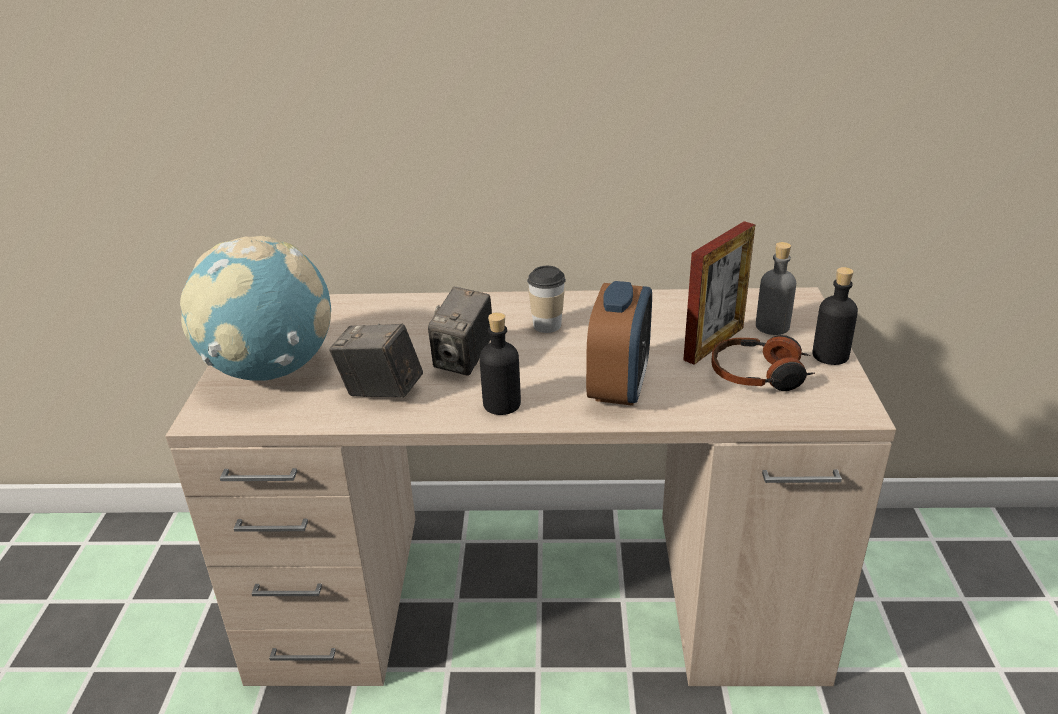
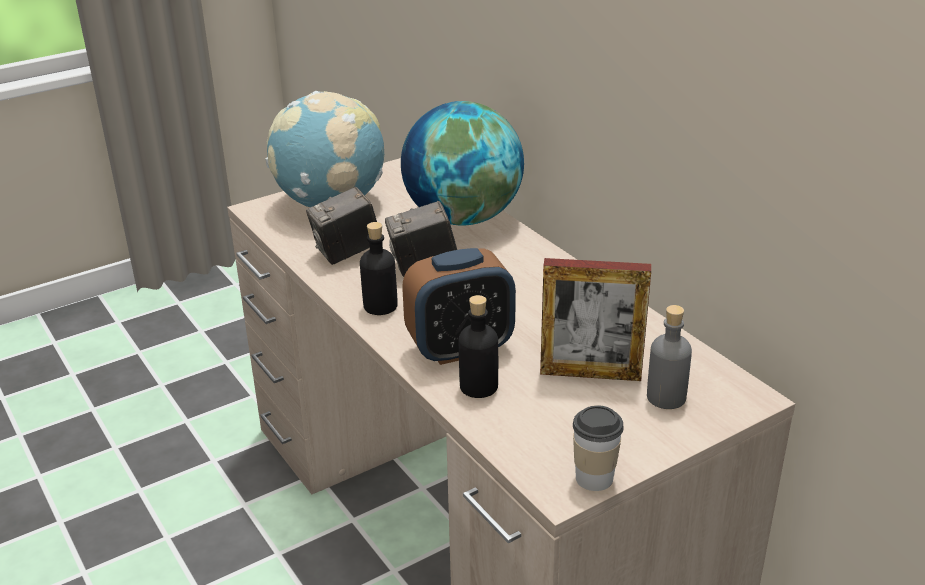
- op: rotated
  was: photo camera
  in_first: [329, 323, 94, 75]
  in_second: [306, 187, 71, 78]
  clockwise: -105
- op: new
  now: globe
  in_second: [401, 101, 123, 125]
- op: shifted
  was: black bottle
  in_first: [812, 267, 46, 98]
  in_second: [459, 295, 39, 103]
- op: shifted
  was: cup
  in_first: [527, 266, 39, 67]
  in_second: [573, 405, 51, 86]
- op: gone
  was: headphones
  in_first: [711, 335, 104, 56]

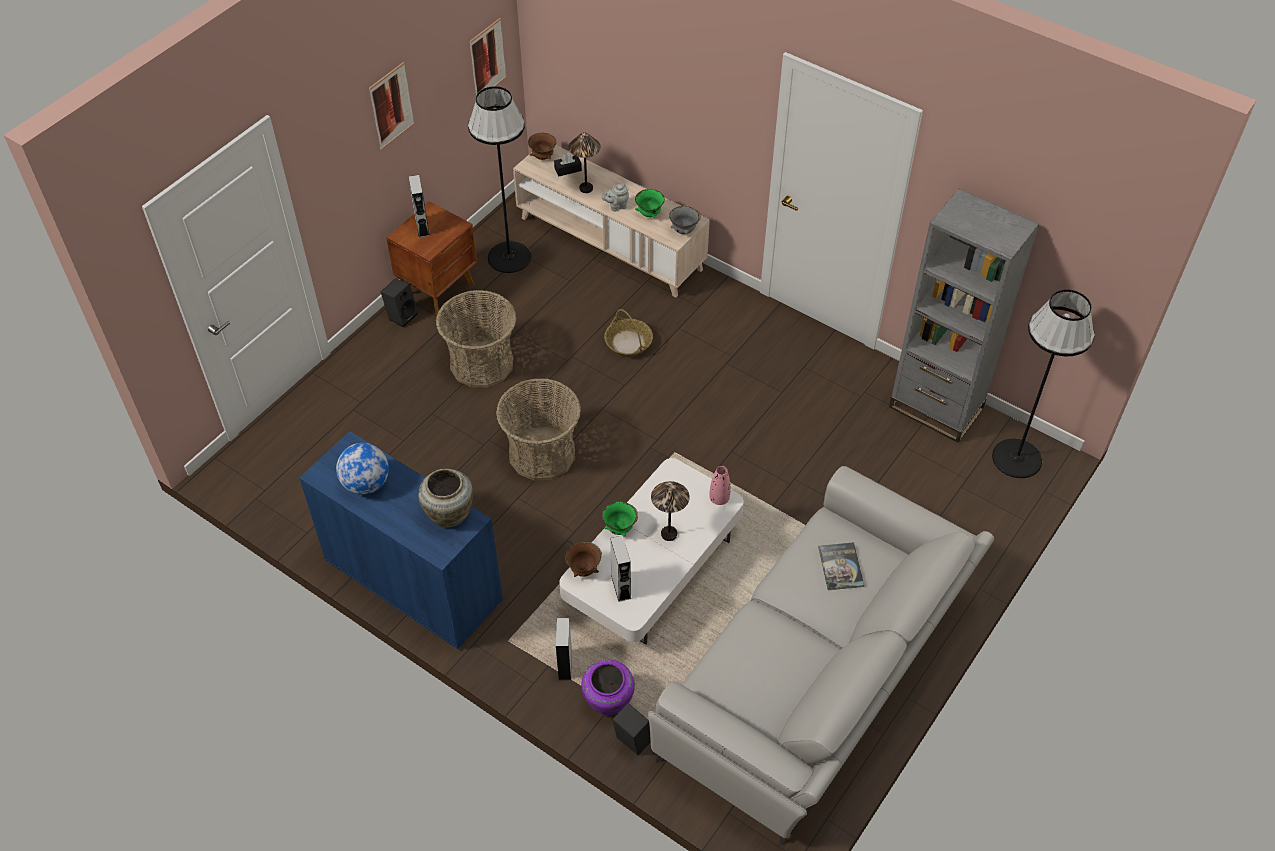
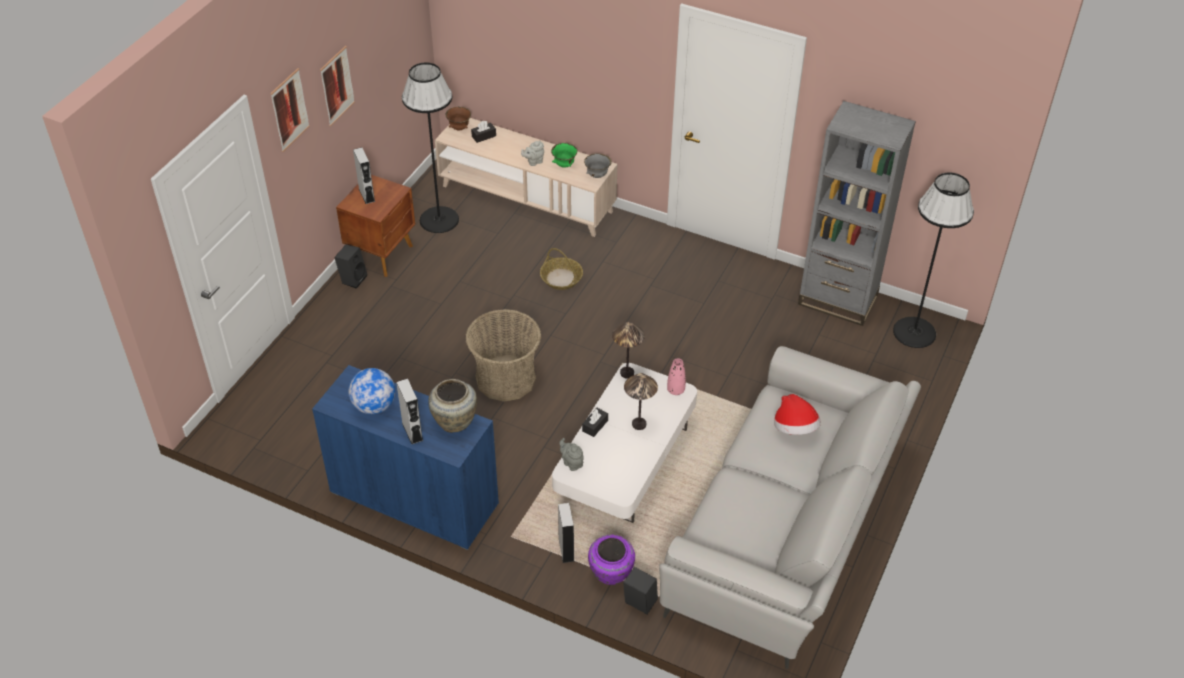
- op: shifted
  was: picture
  in_first: [469, 18, 37, 78]
  in_second: [270, 68, 40, 84]
- op: shifted
  was: grey speaker
  in_first: [610, 536, 21, 66]
  in_second: [396, 378, 27, 66]
- op: swapped
  was: brown bowl
  now: grey teapot
  in_first: [565, 542, 37, 35]
  in_second: [559, 438, 25, 33]
- op: swapped
  was: green bowl
  now: black tissue box
  in_first: [602, 501, 36, 35]
  in_second: [582, 408, 26, 29]
- op: shifted
  was: table lamp
  in_first: [569, 132, 32, 61]
  in_second: [612, 322, 33, 57]
- op: swapped
  was: book
  now: hat
  in_first: [818, 542, 46, 48]
  in_second: [774, 394, 47, 41]
- op: gone
  was: basket
  in_first: [436, 290, 80, 97]

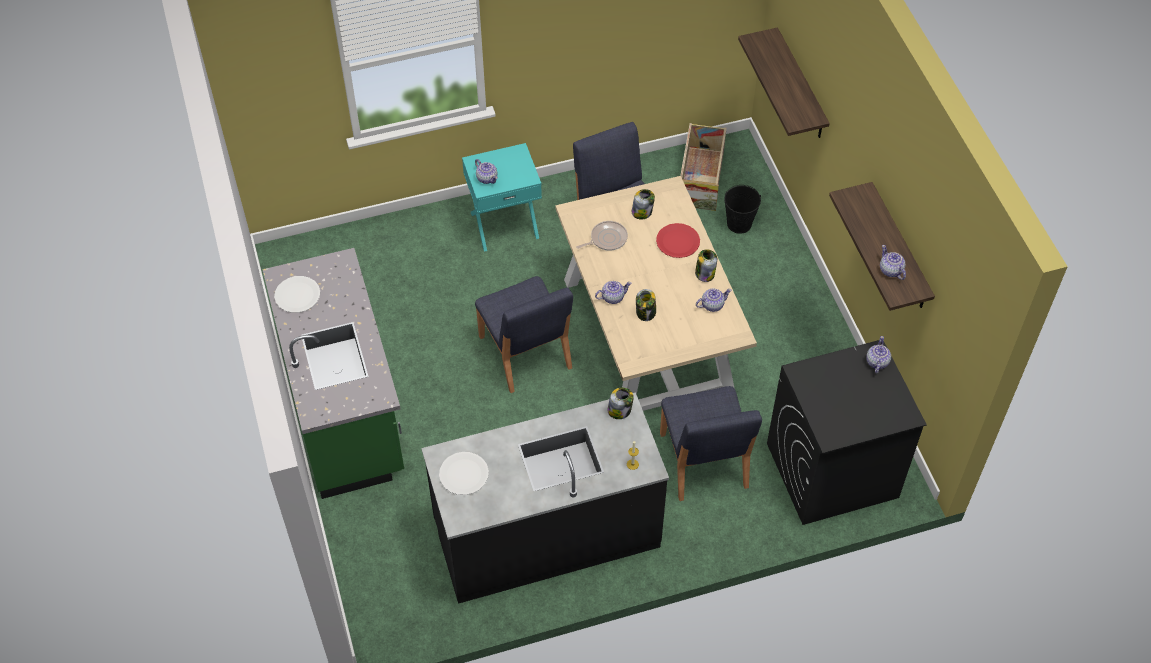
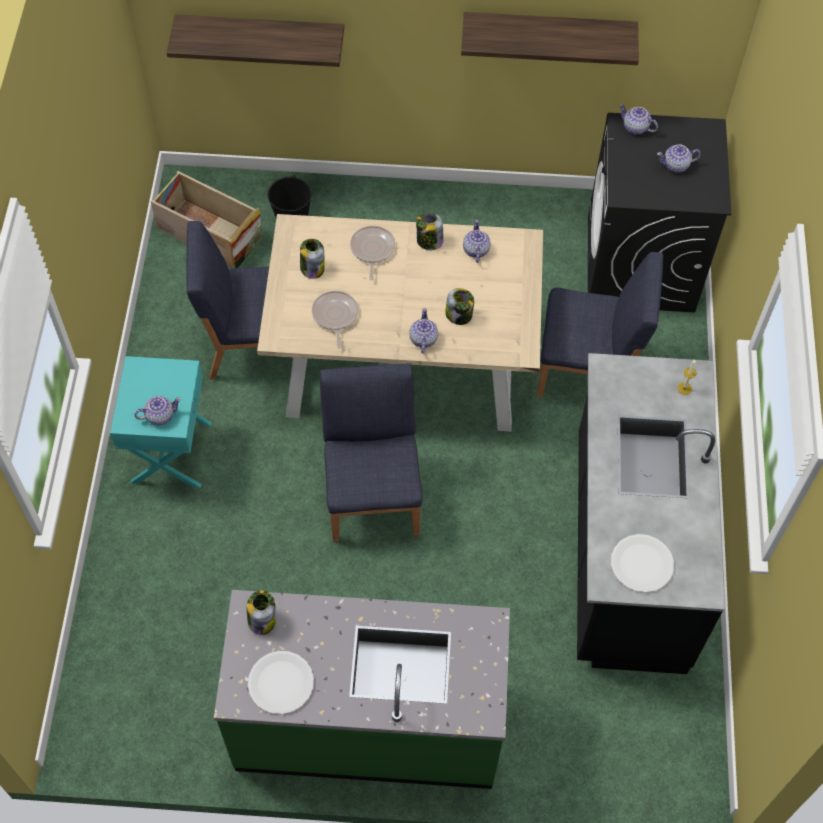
- op: shifted
  was: jar
  in_first: [608, 388, 26, 31]
  in_second: [247, 591, 29, 44]
- op: rotated
  was: blue chair
  in_first: [475, 276, 98, 117]
  in_second: [320, 363, 103, 179]
  clockwise: -90
- op: swapped
  was: red plate
  now: frying pan
  in_first: [656, 223, 44, 35]
  in_second: [350, 226, 45, 54]
- op: shifted
  was: teapot
  in_first: [880, 245, 26, 35]
  in_second: [657, 144, 44, 29]

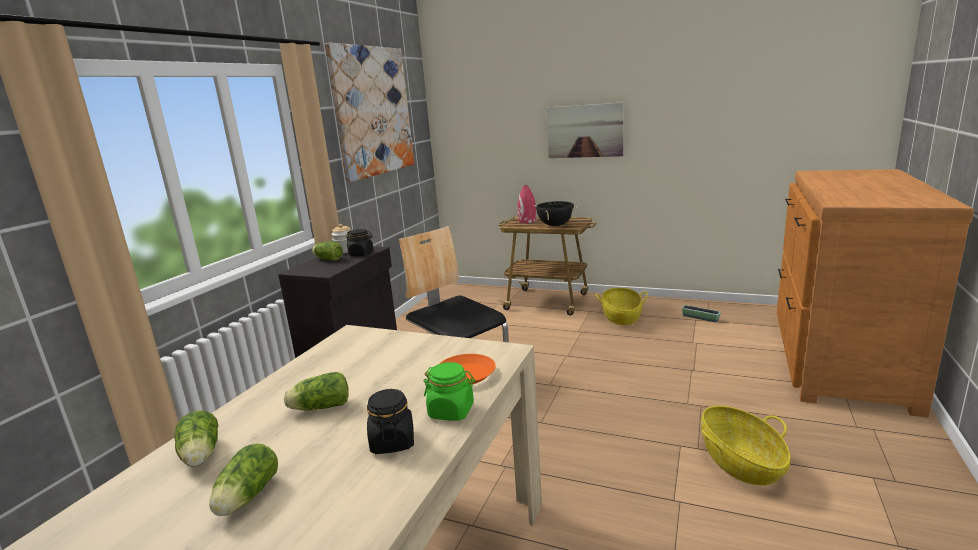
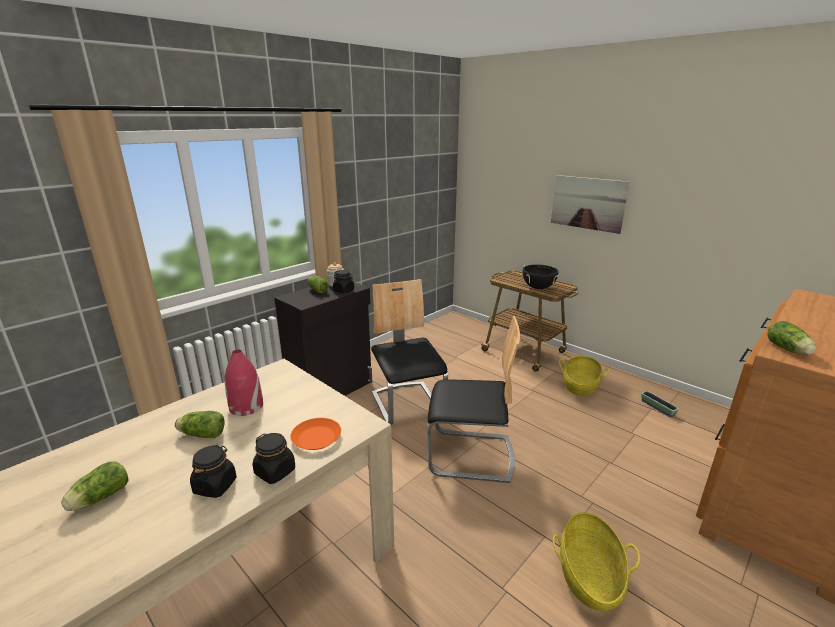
- op: shifted
  was: red vase
  in_first: [518, 185, 19, 38]
  in_second: [225, 350, 38, 66]
- op: repainted
  was: green jar
  now: black jar
  in_first: [423, 362, 52, 59]
  in_second: [253, 433, 42, 51]
- op: new
  now: chair
  in_second: [428, 316, 92, 167]
- op: shifted
  was: lettuce
  in_first: [174, 410, 44, 57]
  in_second: [767, 321, 49, 34]
- op: gone
  was: picture
  in_first: [325, 43, 89, 139]

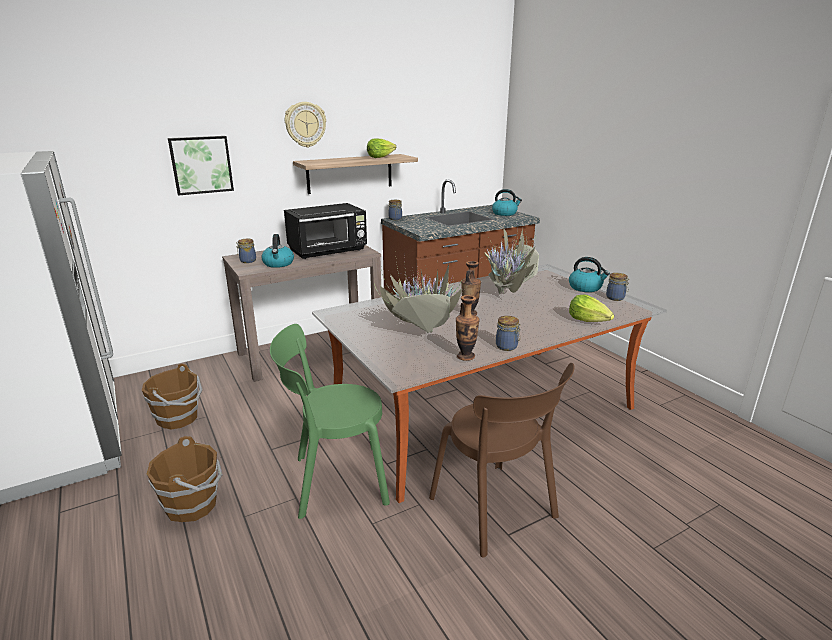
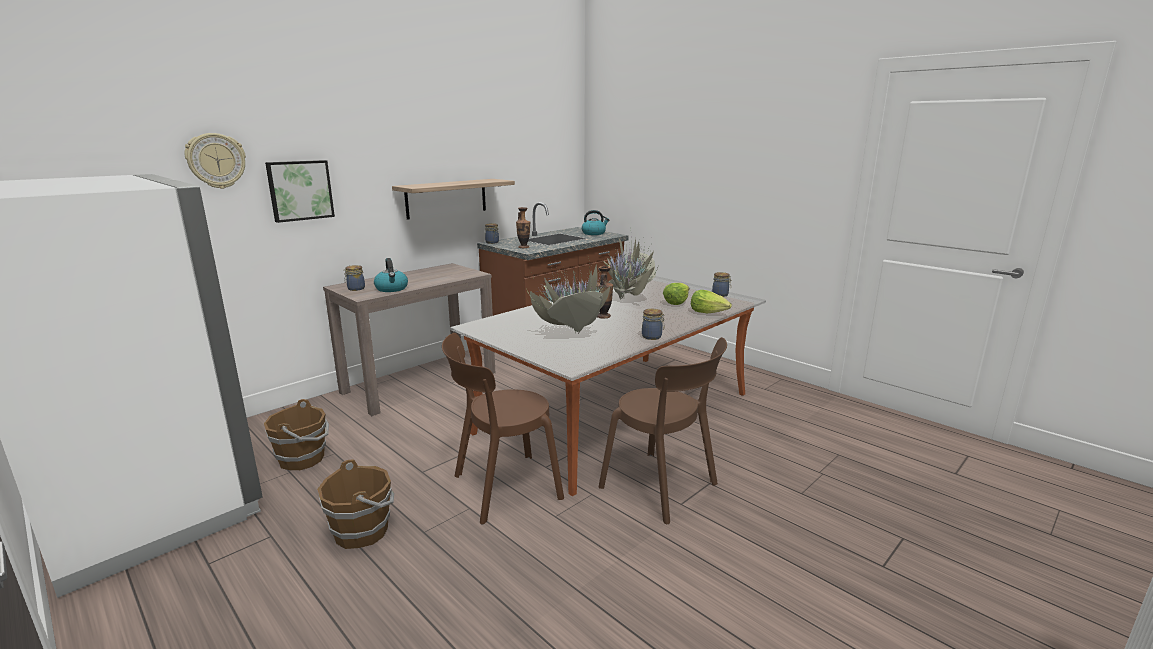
- op: shifted
  was: wall clock
  in_first: [285, 102, 41, 45]
  in_second: [185, 133, 61, 56]
- op: repainted
  was: green chair
  now: brown chair
  in_first: [270, 324, 120, 195]
  in_second: [442, 333, 122, 191]
- op: shifted
  was: vase
  in_first: [456, 295, 24, 66]
  in_second: [516, 207, 14, 41]
- op: shifted
  was: lettuce
  in_first: [367, 138, 29, 20]
  in_second: [663, 283, 26, 22]
- op: gone
  was: black microwave
  in_first: [284, 203, 83, 56]
- op: gone
  was: kettle
  in_first: [569, 257, 41, 35]

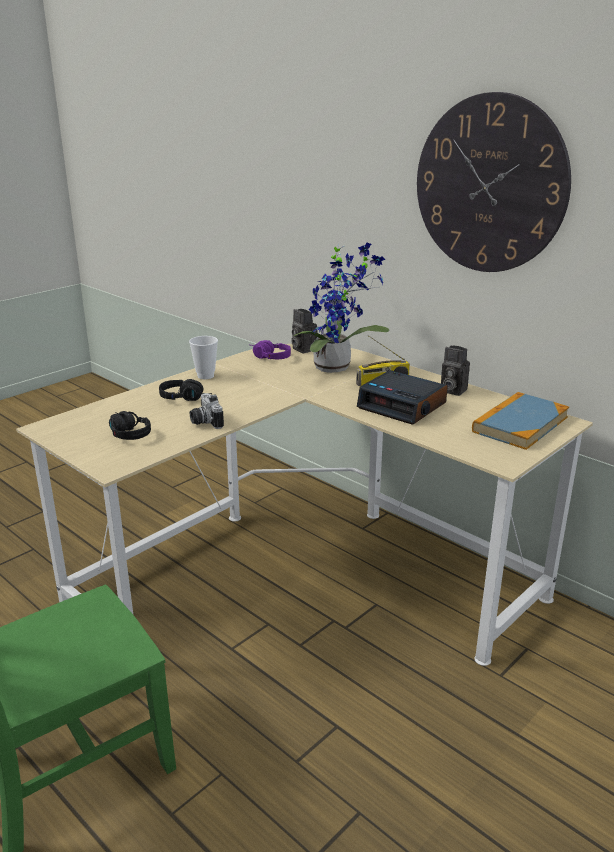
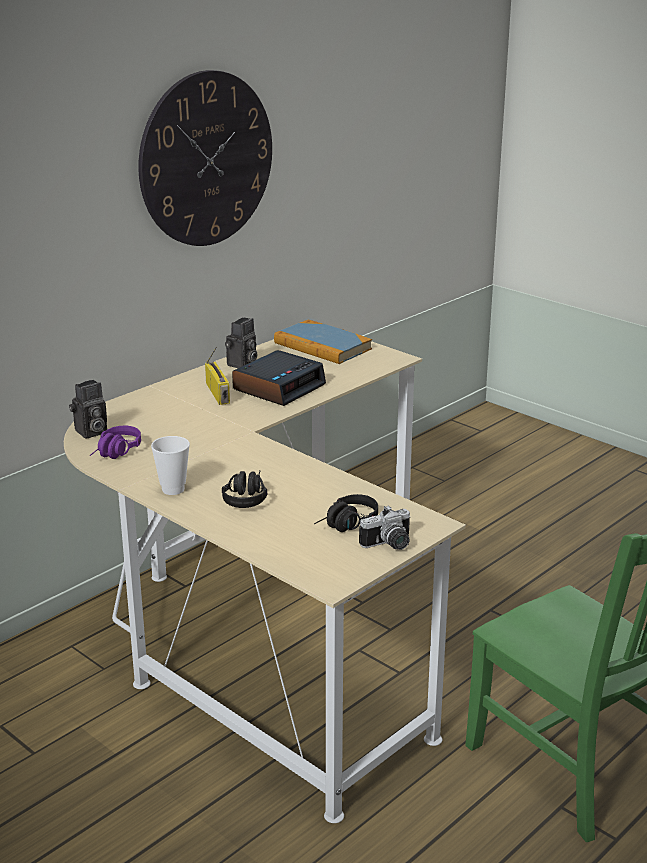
- op: shifted
  was: photo camera
  in_first: [190, 393, 34, 36]
  in_second: [359, 505, 52, 45]
- op: gone
  was: potted plant
  in_first: [293, 243, 96, 130]

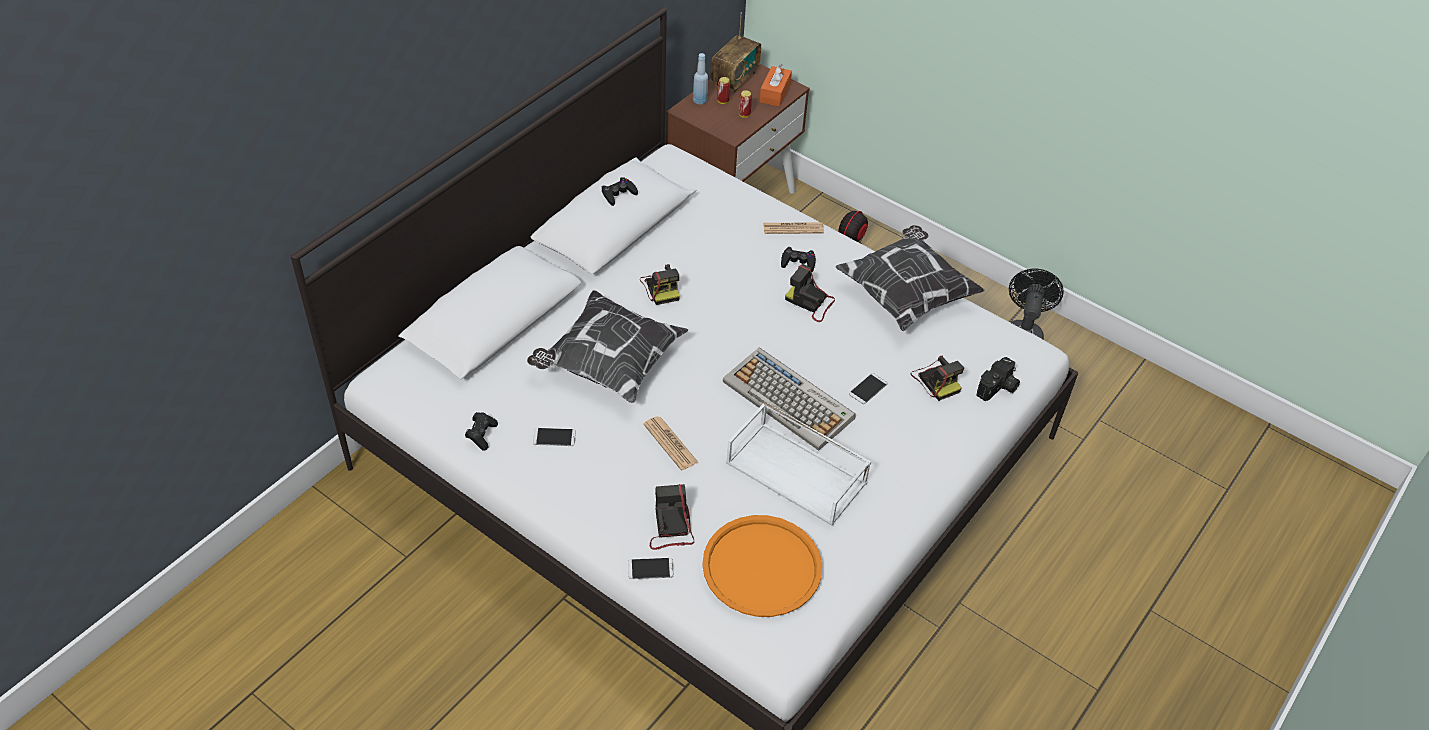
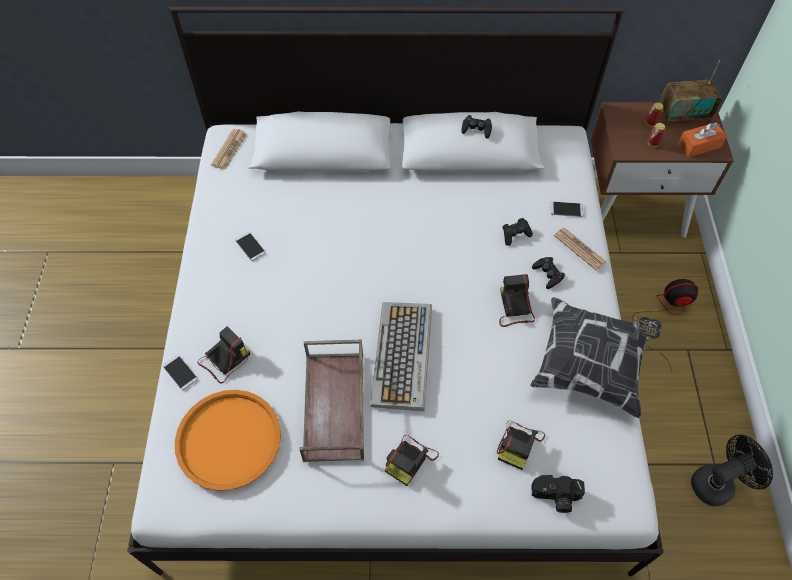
- op: shifted
  was: newspaper
  in_first: [643, 416, 55, 54]
  in_second: [211, 129, 36, 41]
- op: repainted
  was: white tray
  now: brown tray
  in_first: [726, 401, 145, 125]
  in_second: [300, 339, 64, 123]
- op: shifted
  was: photo camera
  in_first: [640, 264, 40, 41]
  in_second: [385, 435, 54, 51]
- op: shifted
  was: black game controller
  in_first: [465, 412, 33, 39]
  in_second: [502, 218, 31, 28]
- op: shifted
  was: phone
  in_first: [849, 373, 38, 31]
  in_second: [550, 202, 33, 15]
- op: gone
  was: pillow
  in_first: [527, 290, 161, 113]
- op: gone
  was: blue bottle
  in_first: [693, 53, 15, 52]

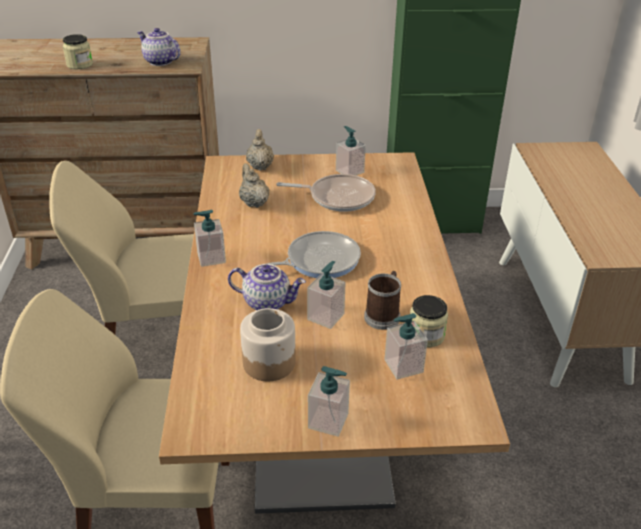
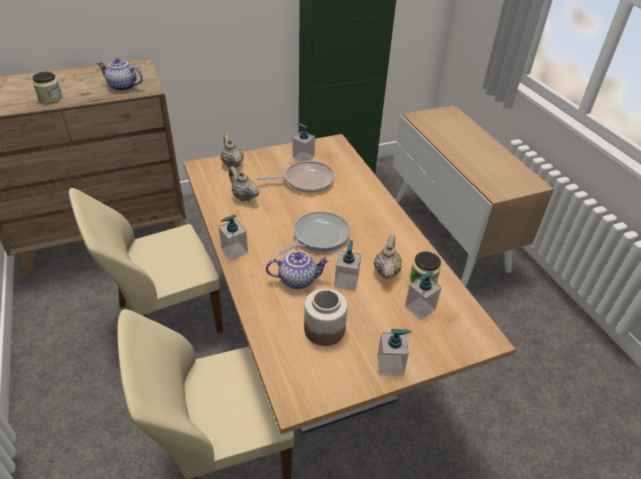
- op: swapped
  was: mug
  now: beige teapot
  in_first: [364, 271, 37, 59]
  in_second: [374, 235, 28, 44]

